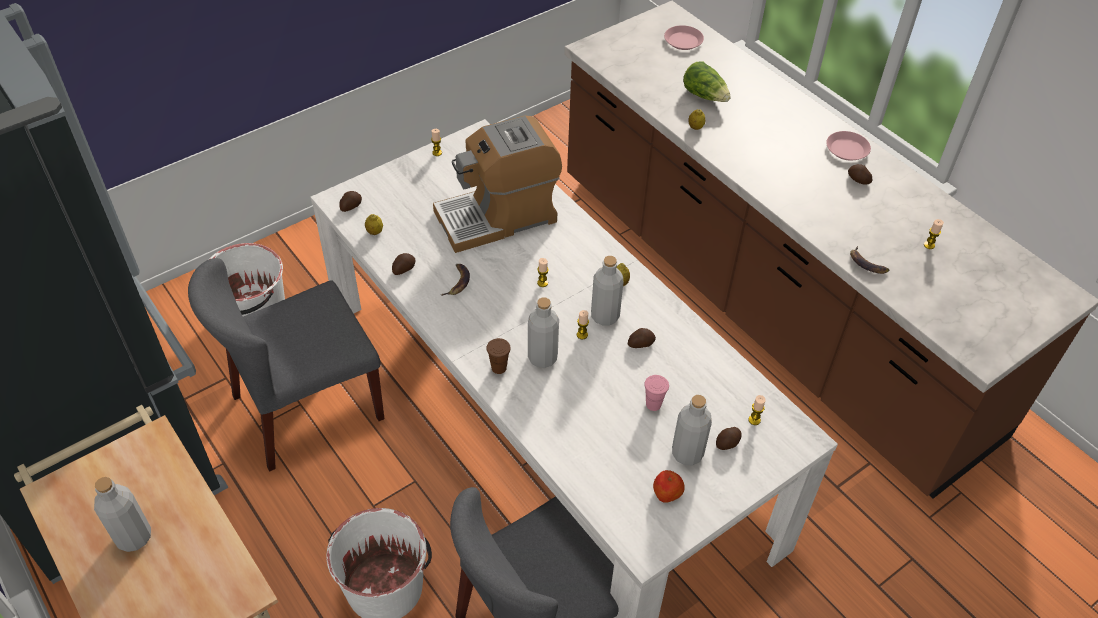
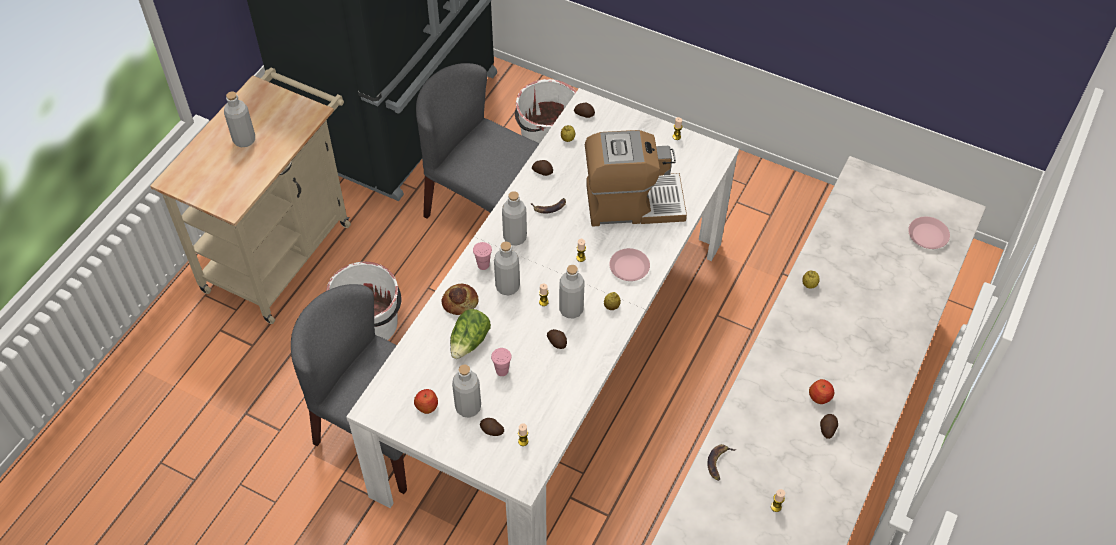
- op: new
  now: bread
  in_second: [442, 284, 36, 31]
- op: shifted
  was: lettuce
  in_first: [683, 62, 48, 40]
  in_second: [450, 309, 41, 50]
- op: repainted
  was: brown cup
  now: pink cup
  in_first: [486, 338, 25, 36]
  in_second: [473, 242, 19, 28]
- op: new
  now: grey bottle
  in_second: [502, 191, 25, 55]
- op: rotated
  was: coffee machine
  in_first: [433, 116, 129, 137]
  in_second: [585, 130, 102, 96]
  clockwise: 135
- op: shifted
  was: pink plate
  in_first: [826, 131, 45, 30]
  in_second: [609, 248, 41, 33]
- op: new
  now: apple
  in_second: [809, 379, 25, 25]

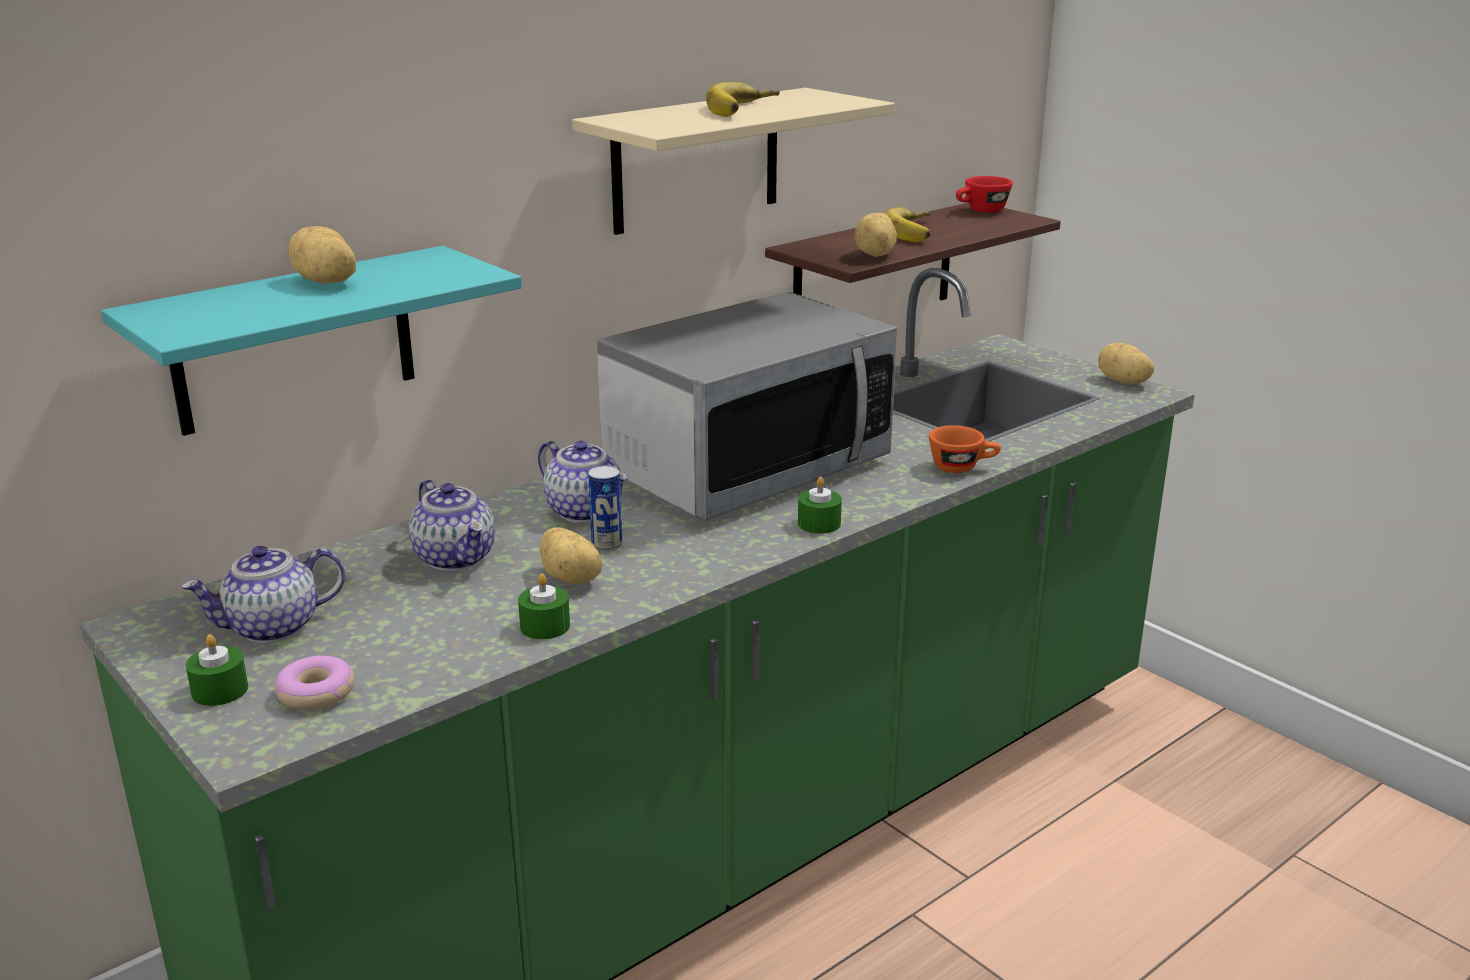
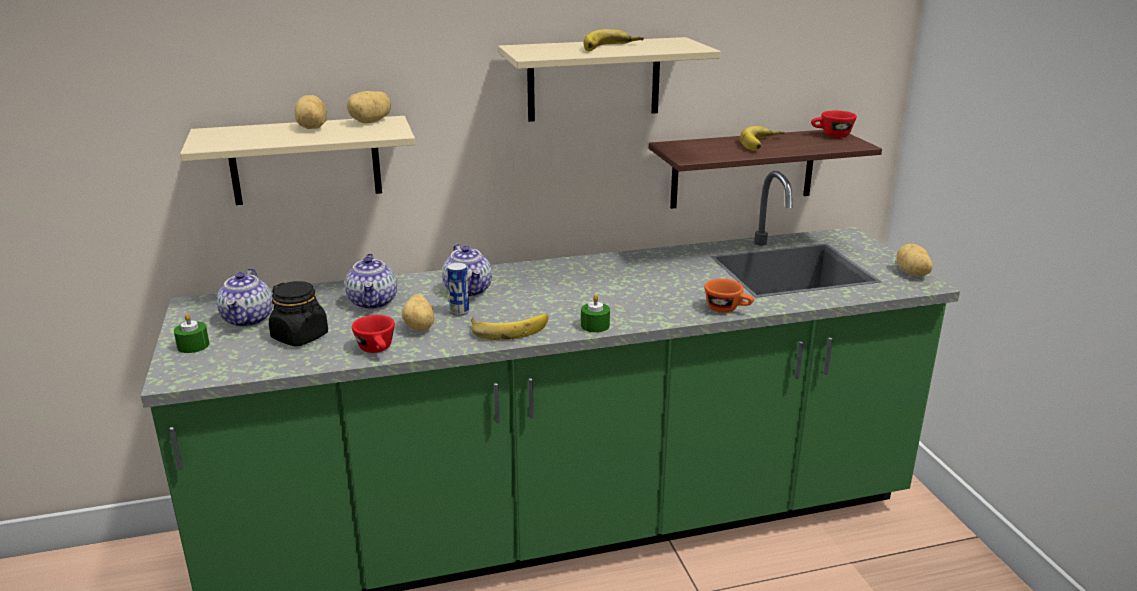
- op: repainted
  was: turquoise shelf
  now: beige shelf
  in_first: [101, 246, 421, 190]
  in_second: [180, 116, 235, 89]
- op: rotated
  was: teapot
  in_first: [182, 546, 163, 97]
  in_second: [217, 268, 56, 59]
  clockwise: -90
- op: new
  now: black jar
  in_second: [269, 281, 59, 65]
- op: shifted
  was: potato
  in_first: [855, 212, 42, 45]
  in_second: [347, 91, 44, 32]
- op: swapped
  was: green candle
  now: red cup
  in_first: [518, 573, 52, 66]
  in_second: [352, 315, 43, 38]
- op: new
  now: banana
  in_second: [471, 314, 77, 26]
- op: gone
  was: donut
  in_first: [274, 656, 80, 54]
- op: gone
  was: microwave
  in_first: [597, 291, 300, 230]

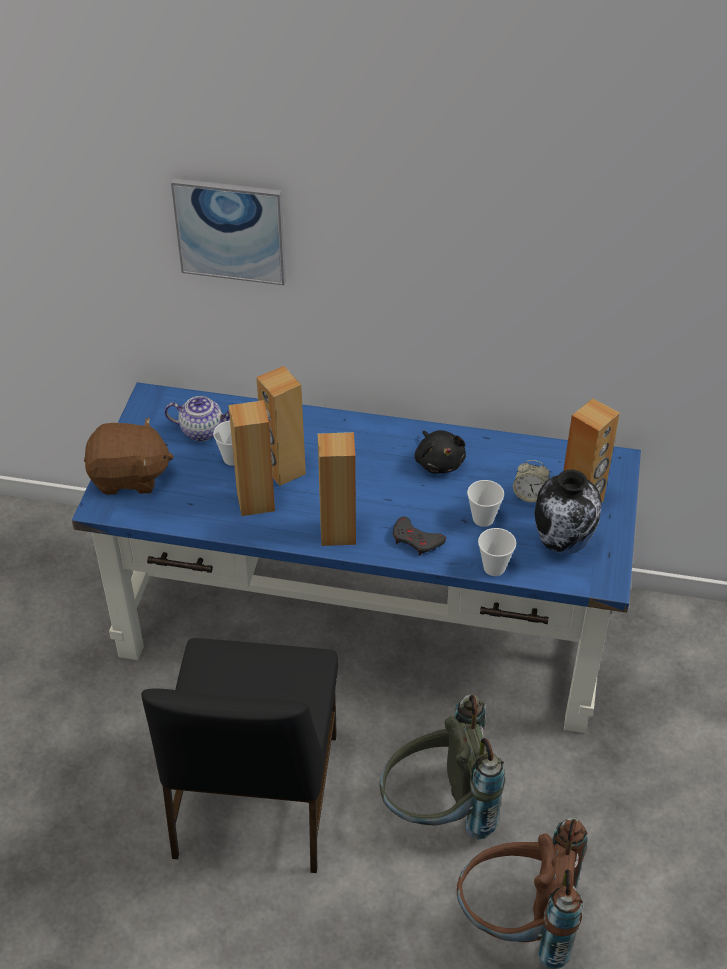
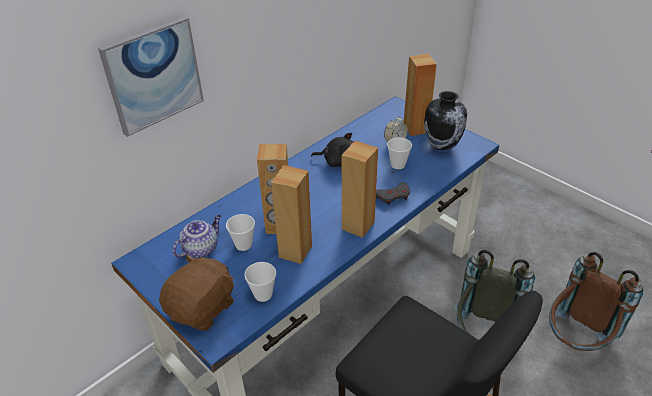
- op: shifted
  was: cup
  in_first: [478, 528, 38, 48]
  in_second: [244, 262, 32, 40]

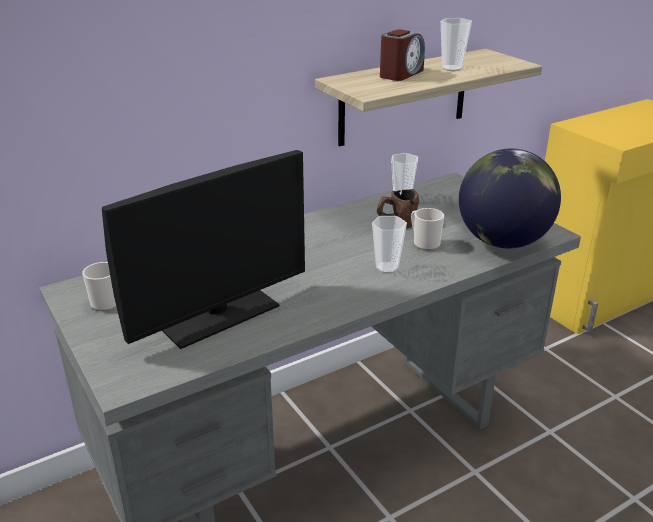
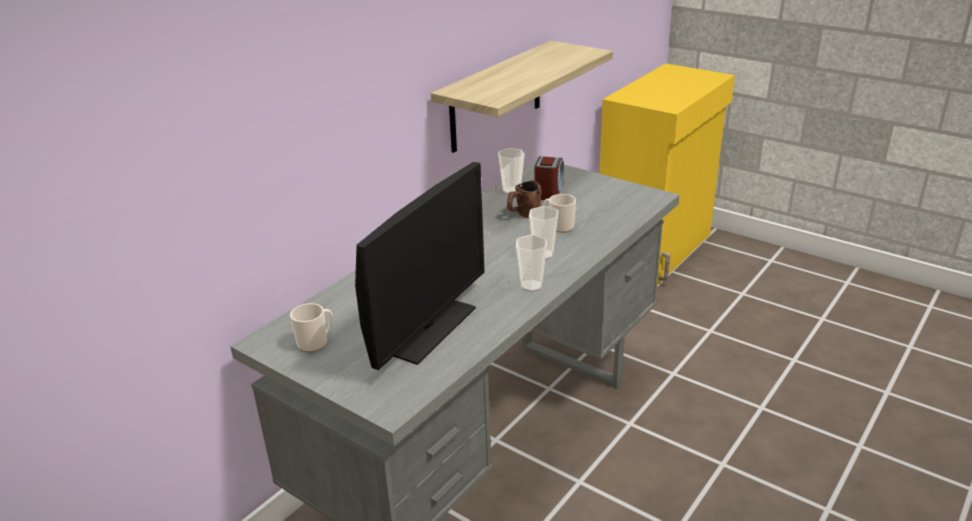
- op: shifted
  was: cup
  in_first: [441, 18, 31, 53]
  in_second: [516, 235, 31, 57]
- op: shifted
  was: alarm clock
  in_first: [380, 29, 45, 52]
  in_second: [534, 156, 30, 44]
- op: gone
  was: globe
  in_first: [459, 148, 102, 100]

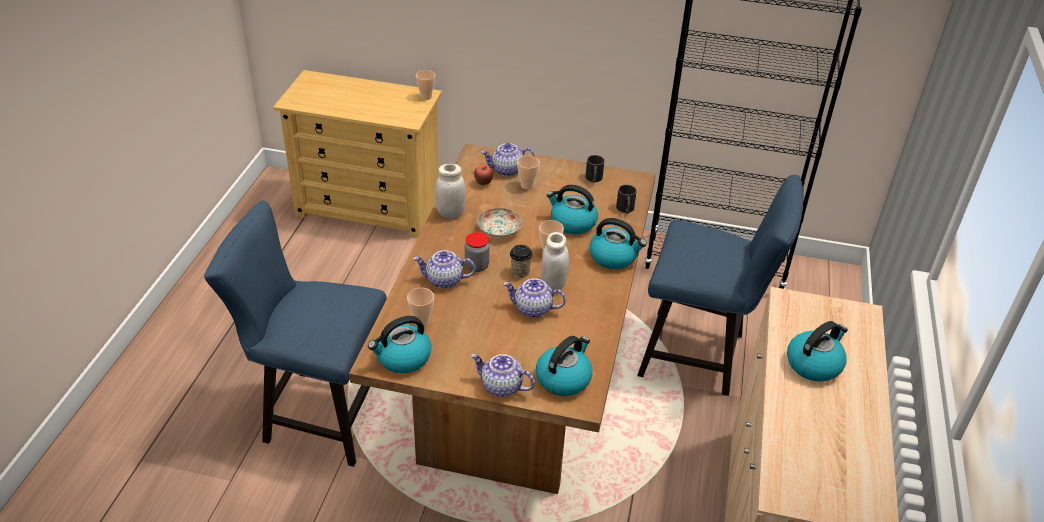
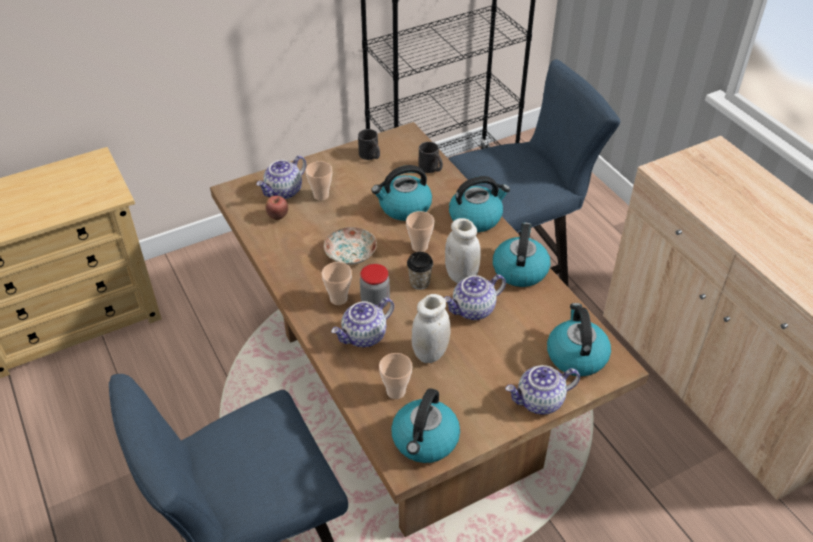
- op: shifted
  was: cup
  in_first: [416, 70, 19, 30]
  in_second: [322, 262, 30, 43]
- op: shifted
  was: white jar
  in_first: [435, 164, 31, 54]
  in_second: [411, 294, 39, 69]
- op: shifted
  was: kettle
  in_first: [787, 321, 61, 61]
  in_second: [493, 222, 58, 65]

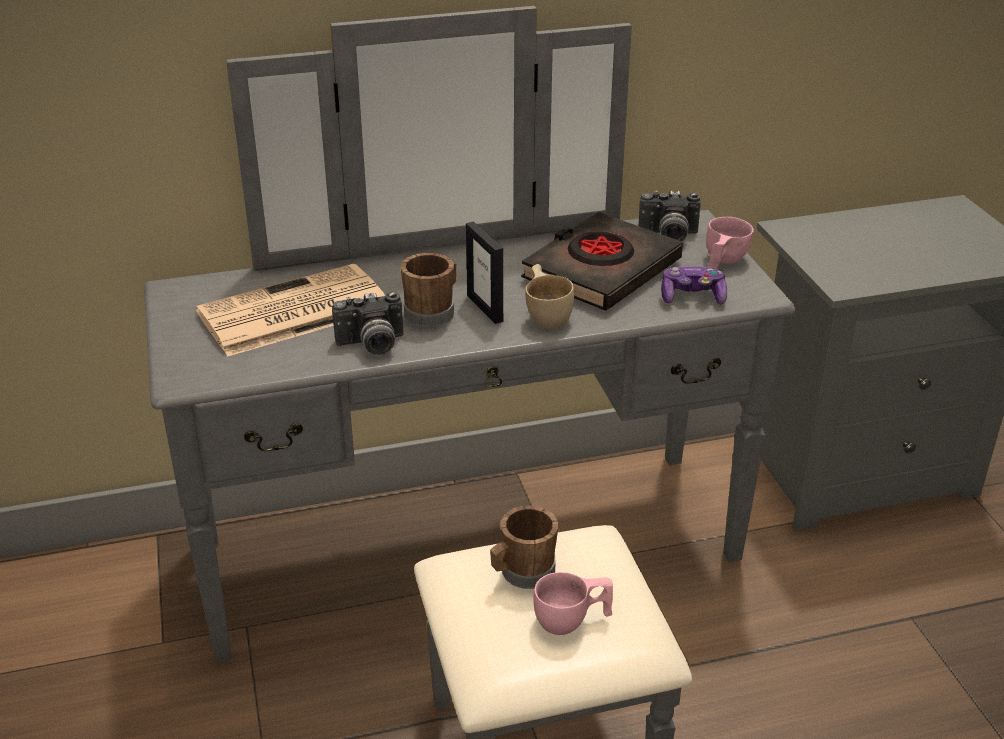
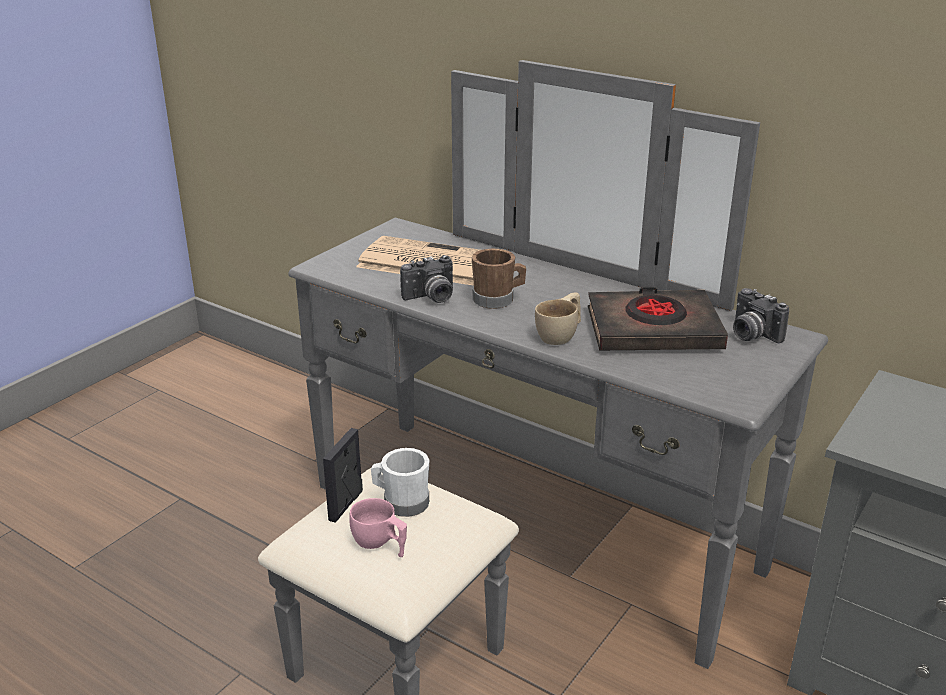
- op: shifted
  was: picture frame
  in_first: [466, 221, 37, 103]
  in_second: [323, 428, 40, 95]
- op: repainted
  was: brown mug
  now: white mug
  in_first: [490, 506, 68, 83]
  in_second: [371, 448, 58, 69]
- op: rotated
  was: photo camera
  in_first: [332, 292, 71, 63]
  in_second: [400, 255, 53, 48]
  clockwise: -60
- op: gone
  was: game controller
  in_first: [661, 266, 66, 38]
- op: gone
  was: pink cup
  in_first: [706, 217, 48, 52]

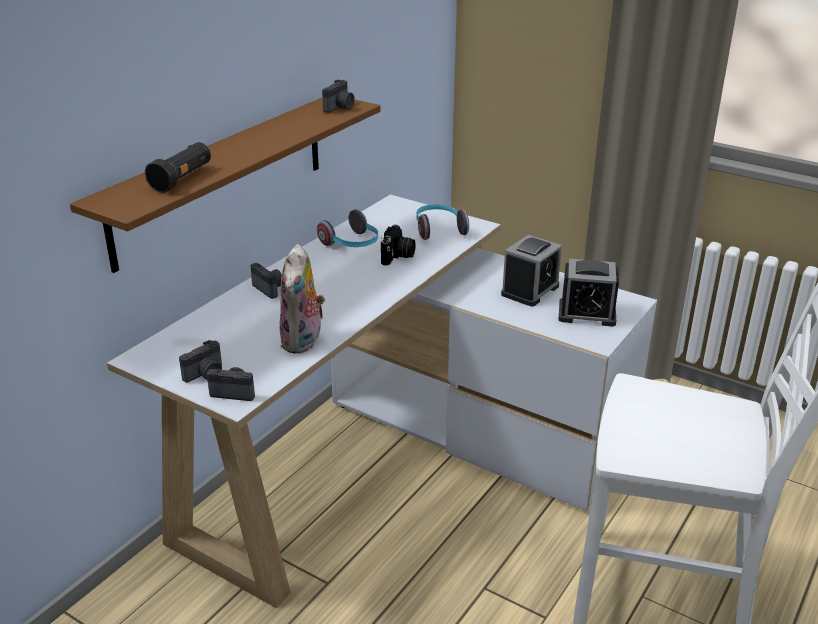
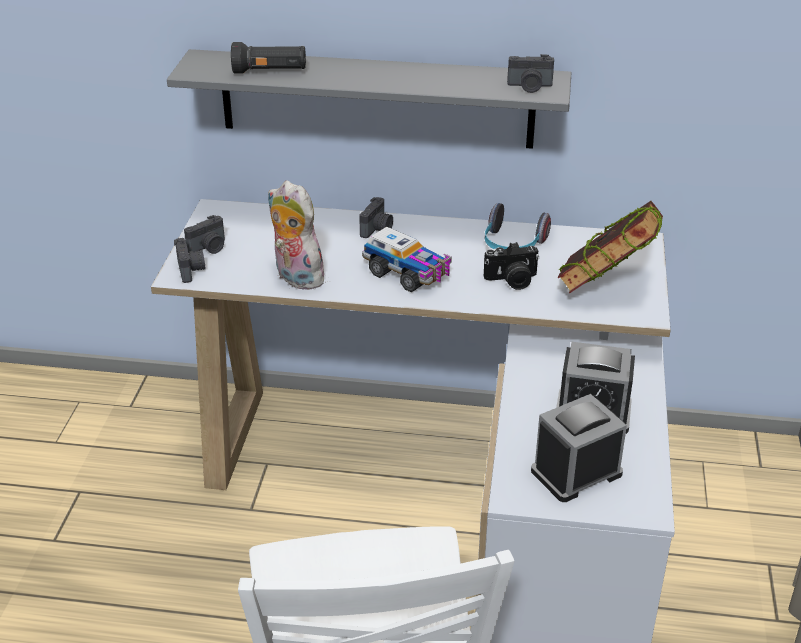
- op: repainted
  was: brown shelf
  now: grey shelf
  in_first: [70, 98, 311, 175]
  in_second: [167, 49, 404, 100]
- op: rotated
  was: photo camera
  in_first: [179, 340, 43, 43]
  in_second: [184, 215, 41, 39]
  clockwise: -60
- op: rotated
  was: plush toy
  in_first: [280, 244, 45, 110]
  in_second: [268, 181, 56, 109]
  clockwise: 60
- op: new
  now: toy truck
  in_second: [362, 227, 90, 65]
- op: rotated
  was: alarm clock
  in_first: [559, 259, 60, 68]
  in_second: [531, 394, 96, 108]
  clockwise: 75
- op: swapped
  was: headphones
  now: book
  in_first: [416, 204, 53, 36]
  in_second: [558, 201, 105, 92]

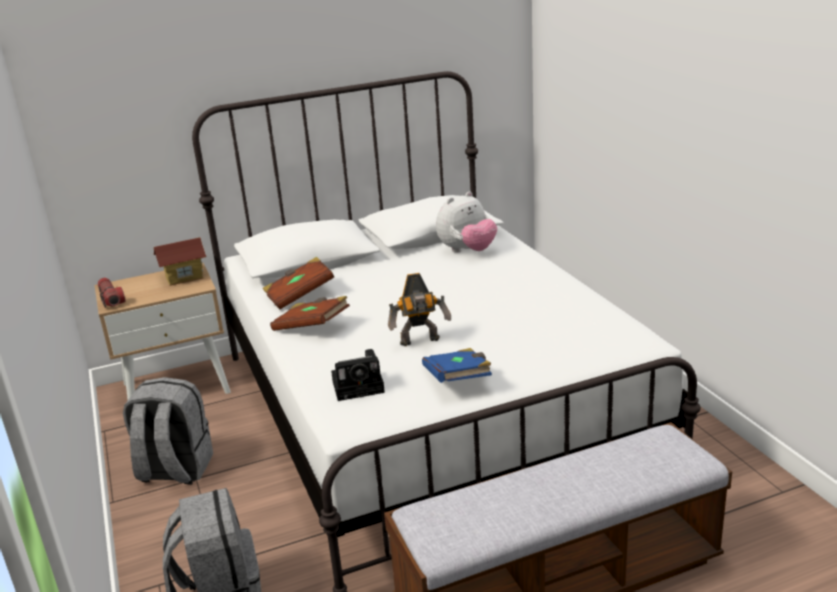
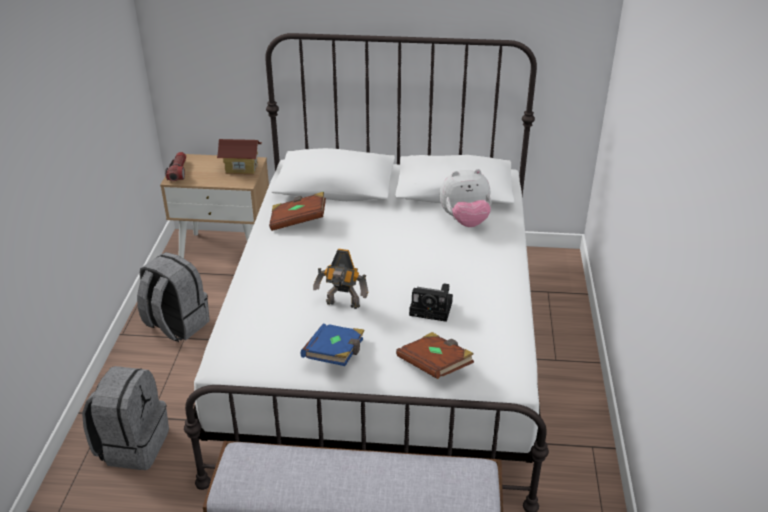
- op: shifted
  was: brown book
  in_first: [270, 296, 80, 35]
  in_second: [396, 332, 78, 47]
- op: shifted
  was: photo camera
  in_first: [331, 349, 54, 52]
  in_second: [409, 283, 44, 39]

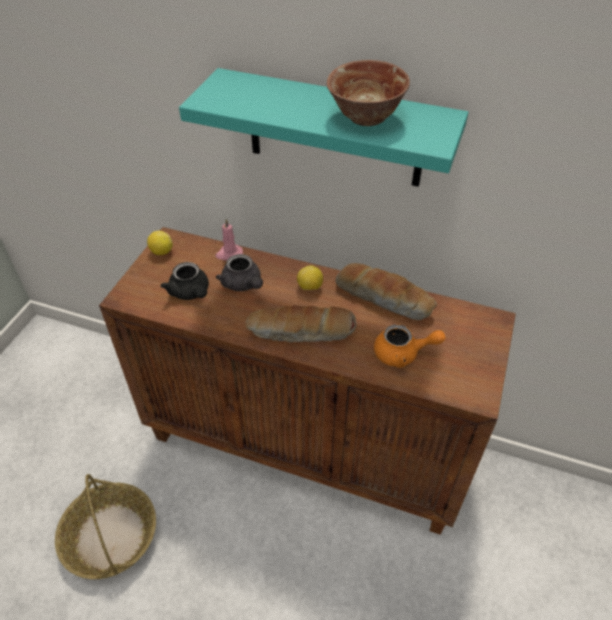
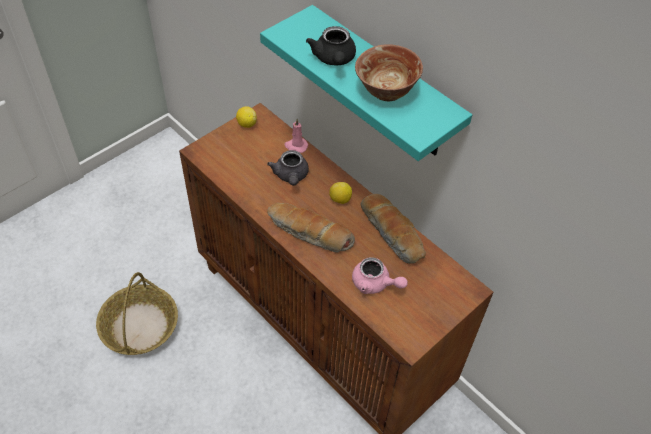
- op: shifted
  was: black teapot
  in_first: [161, 262, 48, 38]
  in_second: [306, 26, 50, 39]
- op: repainted
  was: orange teapot
  now: pink teapot
  in_first: [374, 324, 72, 44]
  in_second: [352, 257, 56, 37]

